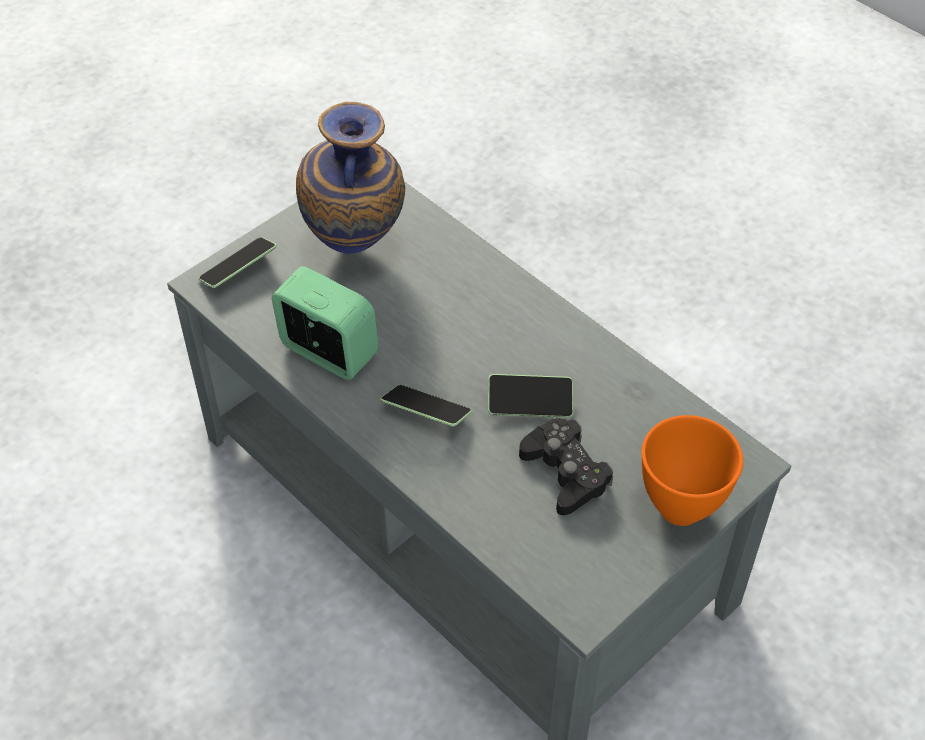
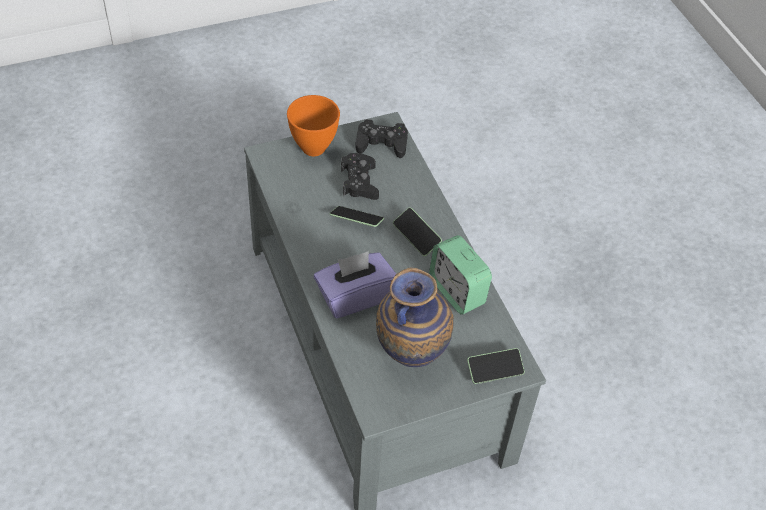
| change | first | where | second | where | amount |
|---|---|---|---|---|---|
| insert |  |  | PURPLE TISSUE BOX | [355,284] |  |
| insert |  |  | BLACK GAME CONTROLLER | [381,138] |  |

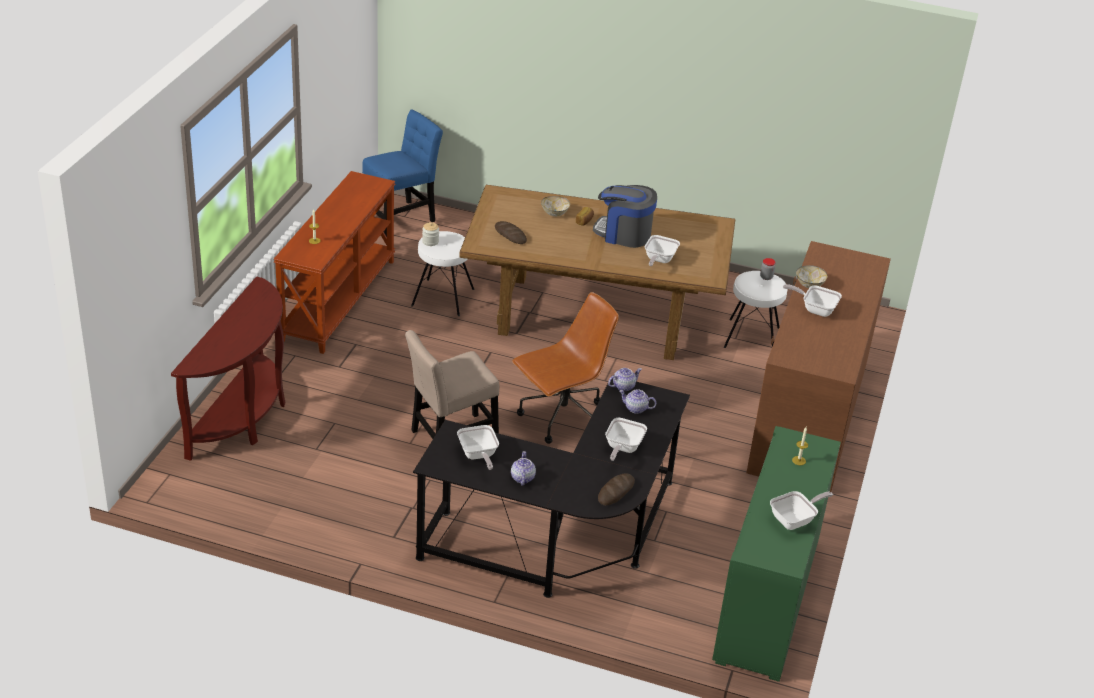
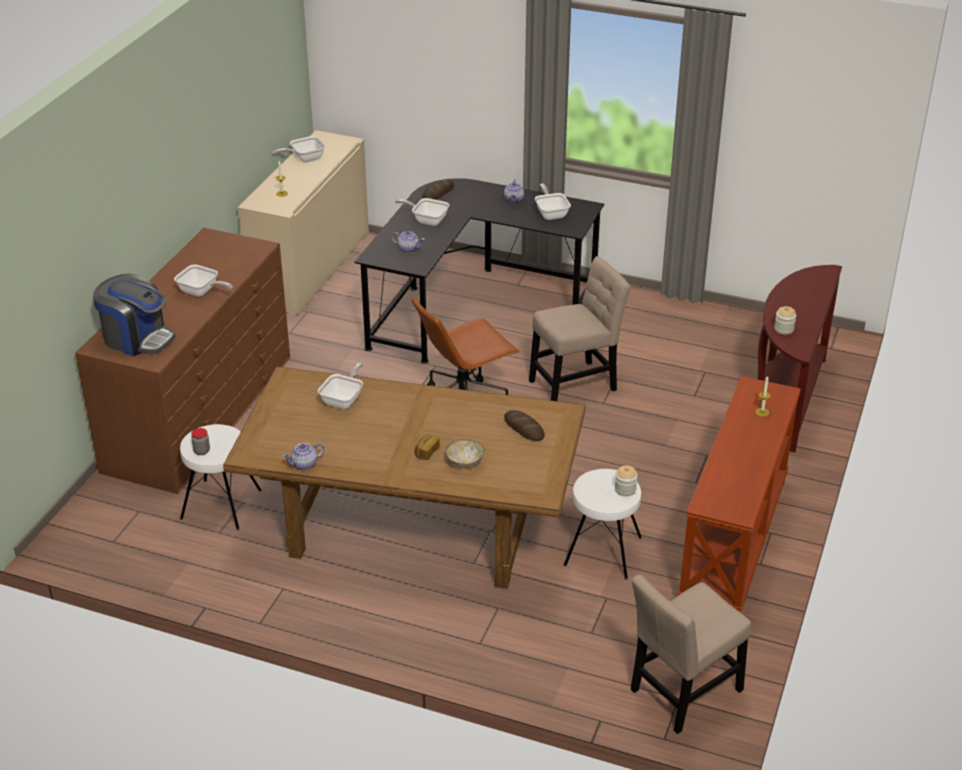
| change | first | where | second | where | amount |
|---|---|---|---|---|---|
| move | COFFEE MACHINE | [625,216] |  | [134,315] |  |
| recolor | GREEN CABINET | [776,554] | BEIGE CABINET | [303,223] |  |
| move | TEAPOT | [625,379] |  | [303,456] |  |
| rotate | FRYING PAN | [626,439] |  | [422,212] | 90 degrees counterclockwise |
| recolor | BLUE CHAIR | [402,173] | BEIGE CHAIR | [691,654] |  |
| insert |  |  | JAR | [785,320] |  |
| delete | BOWL | [812,276] |  |  |  |

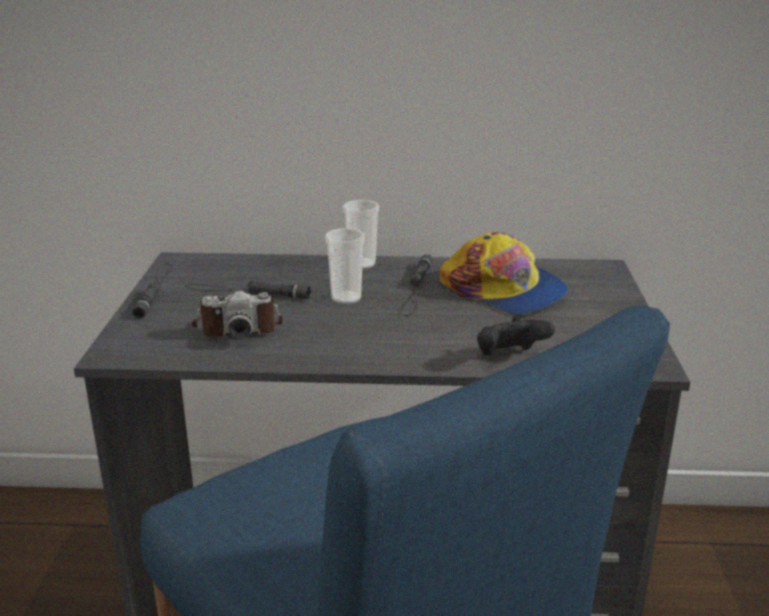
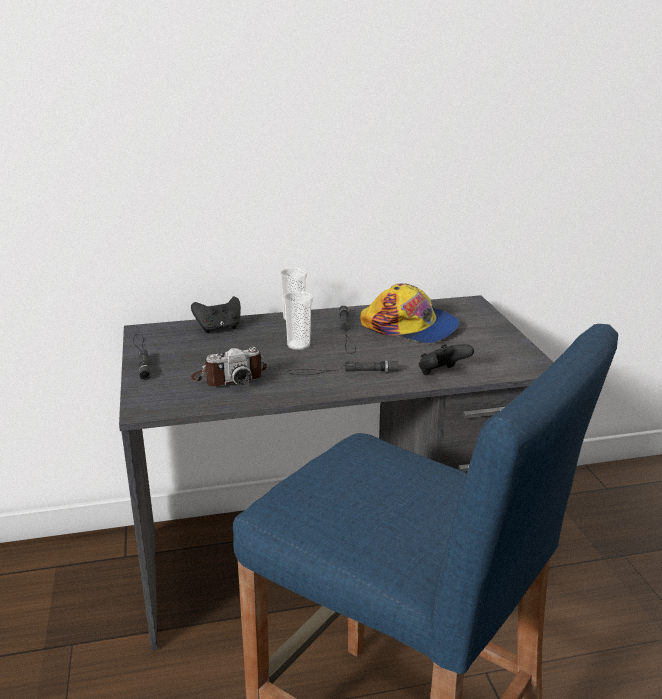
| change | first | where | second | where | amount |
|---|---|---|---|---|---|
| insert |  |  | BLACK GAME CONTROLLER | [216,314] |  |
| move | BLACK FLASHLIGHT | [248,290] |  | [342,368] |  |

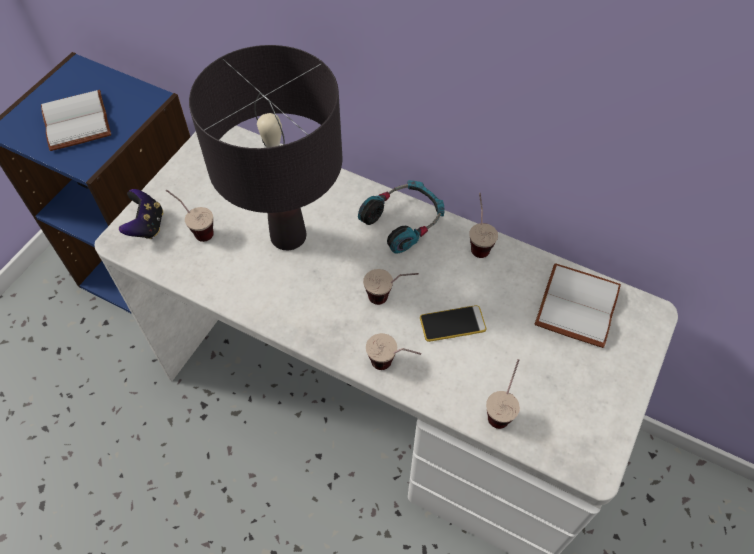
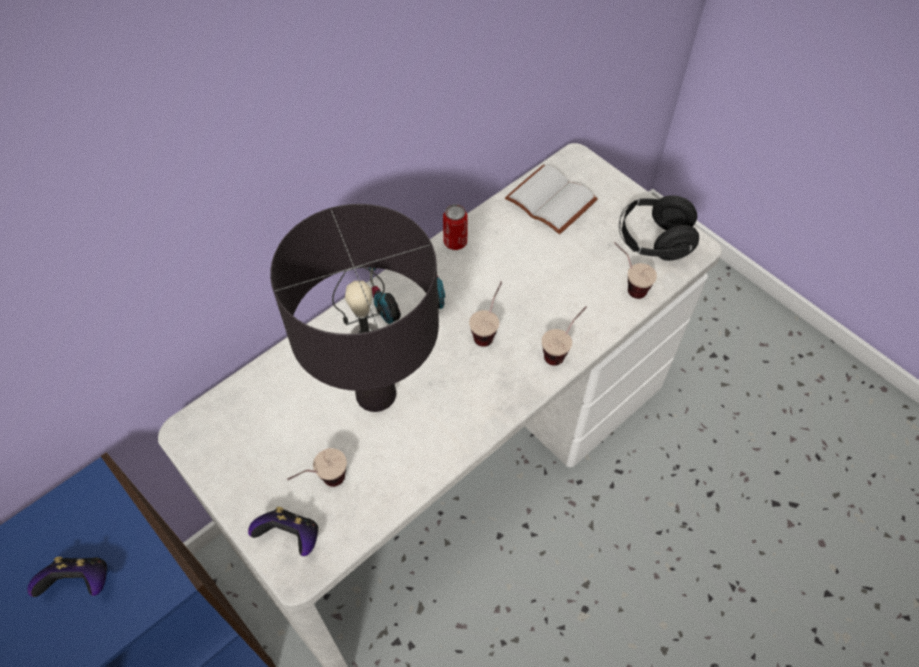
| change | first | where | second | where | amount |
|---|---|---|---|---|---|
| replace | WHITE BOOK | [76,120] | GAME CONTROLLER | [67,577] |  |
| replace | CUP | [483,225] | CAN | [455,227] |  |
| insert |  |  | BLACK HEADPHONES | [659,228] |  |
| delete | PHONE | [453,323] |  |  |  |

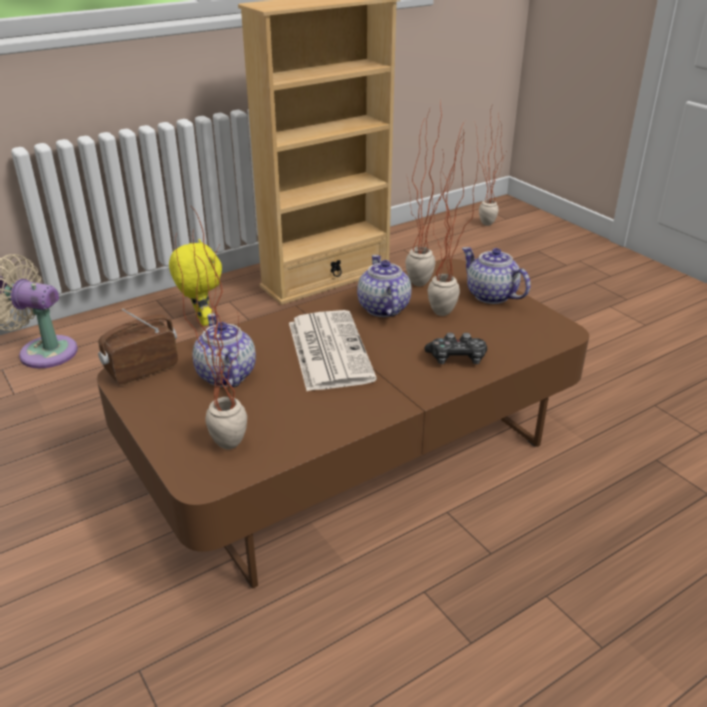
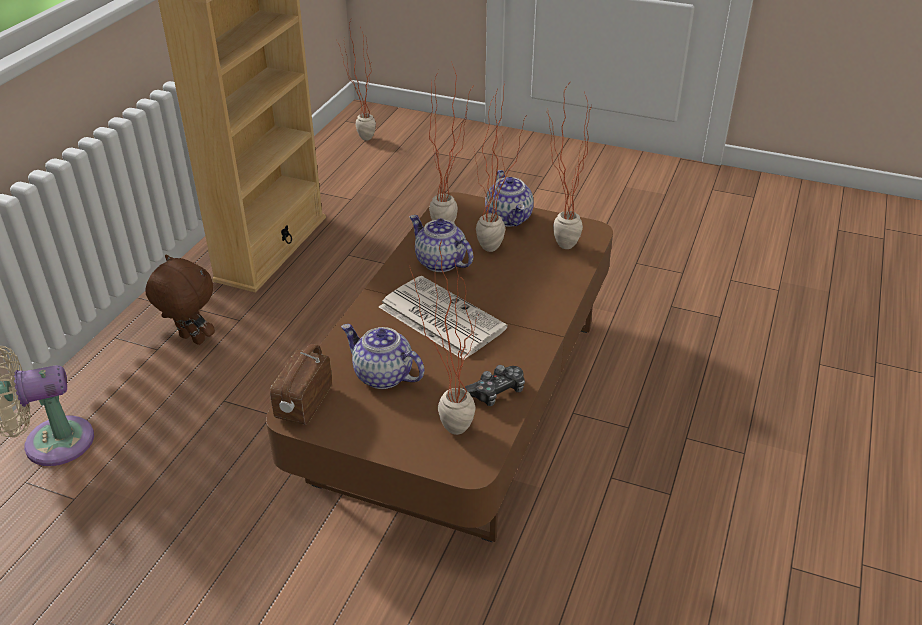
| change | first | where | second | where | amount |
|---|---|---|---|---|---|
| recolor | YELLOW PLUSH TOY | [195,282] | BROWN PLUSH TOY | [180,299] |  |
| move | GAME CONTROLLER | [455,348] |  | [493,385] |  |
| rotate | TEAPOT | [496,275] |  | [509,198] | 120 degrees counterclockwise |
| insert |  |  | POTTED PLANT | [569,167] |  |

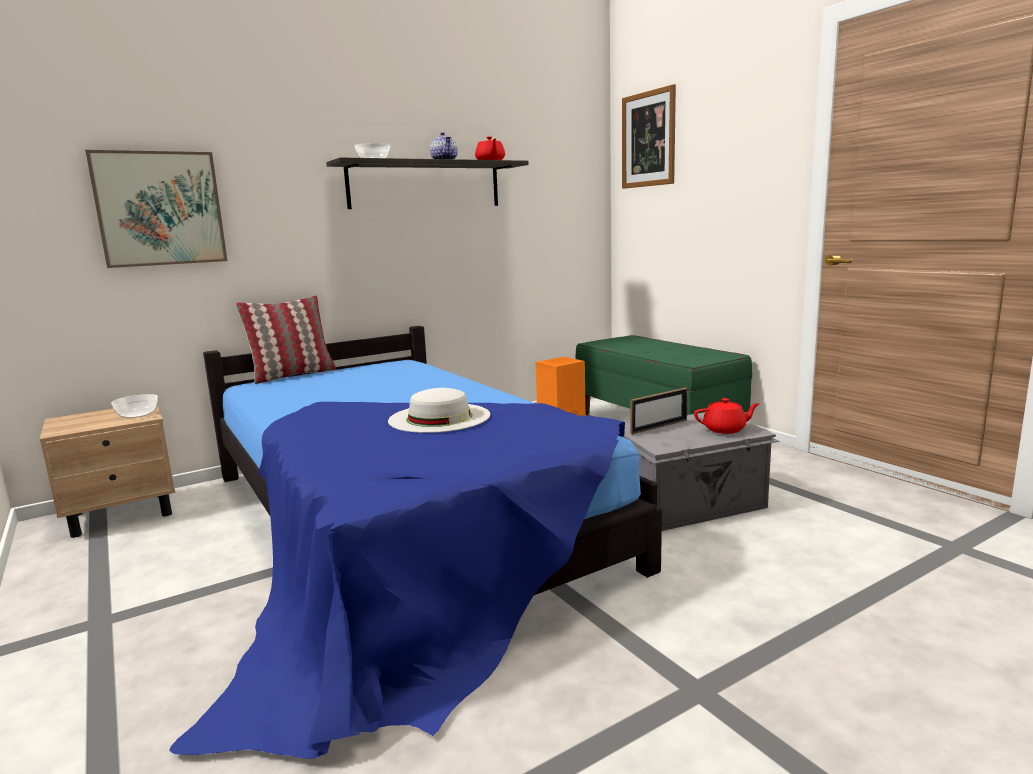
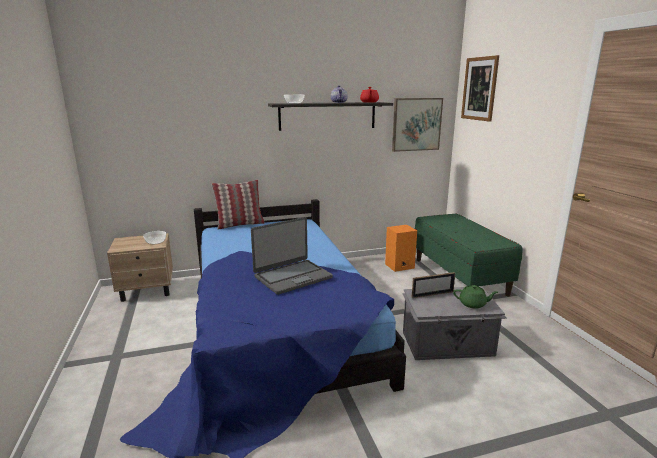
| change | first | where | second | where | amount |
|---|---|---|---|---|---|
| replace | WHITE HAT | [439,410] | LAPTOP | [292,256] |  |
| move | PICTURE | [156,209] |  | [417,125] |  |
| recolor | RED TEAPOT | [727,416] | GREEN TEAPOT | [475,297] |  |

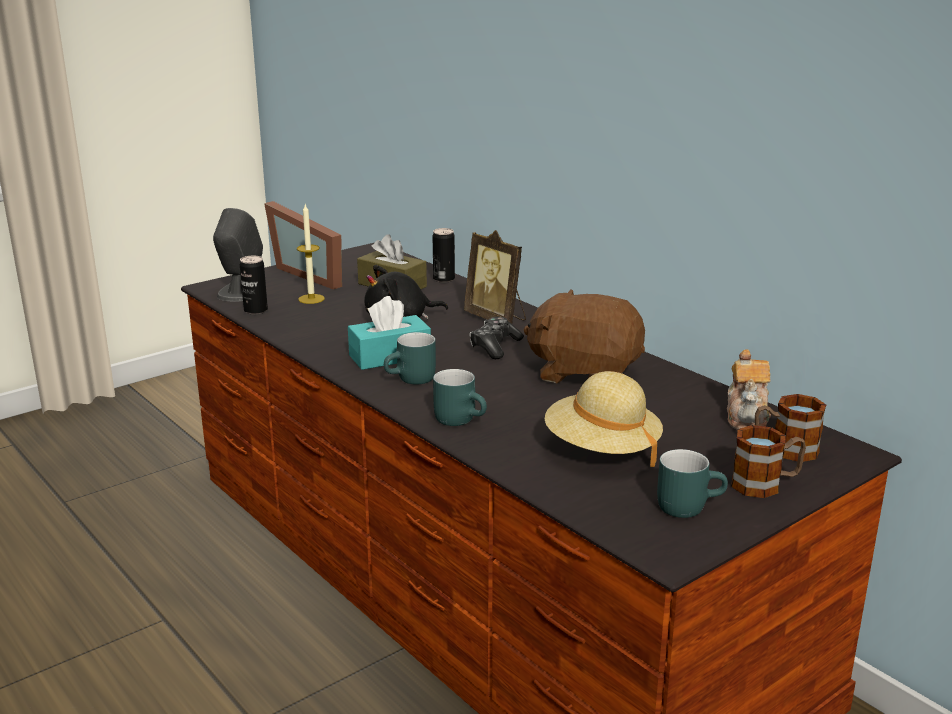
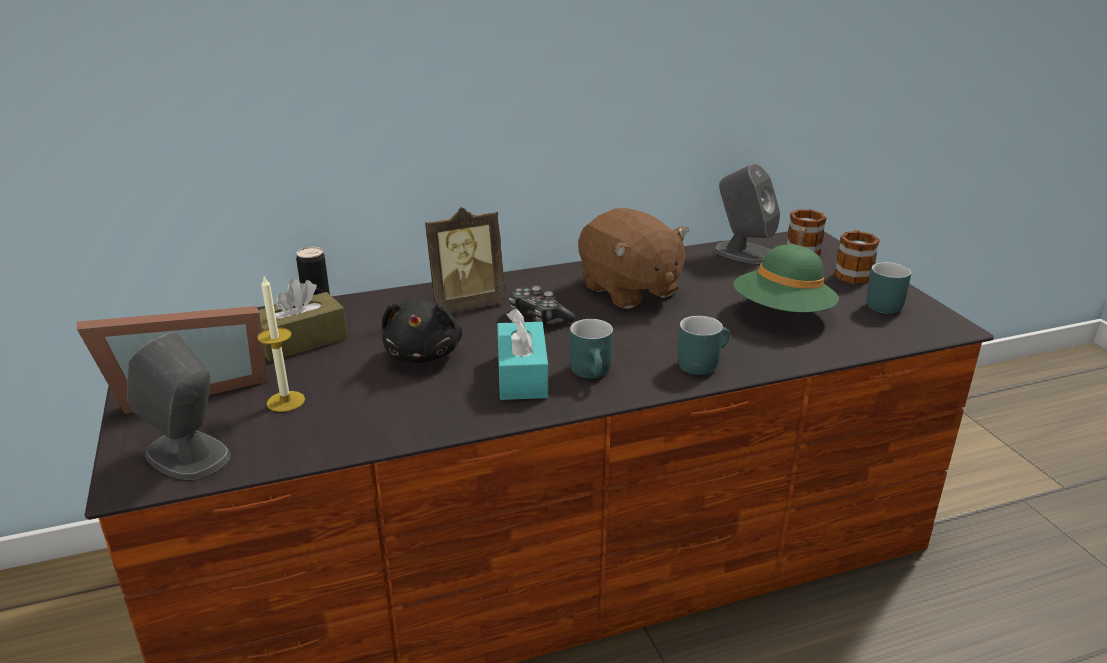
| change | first | where | second | where | amount |
|---|---|---|---|---|---|
| rotate | BROWN PLUSH TOY | [584,336] |  | [633,258] | 75 degrees counterclockwise |
| replace | TEAPOT | [749,389] | GREY SPEAKER | [747,214] |  |
| recolor | BEIGE HAT | [604,419] | GREEN HAT | [786,278] |  |
| delete | CAN | [254,285] |  |  |  |

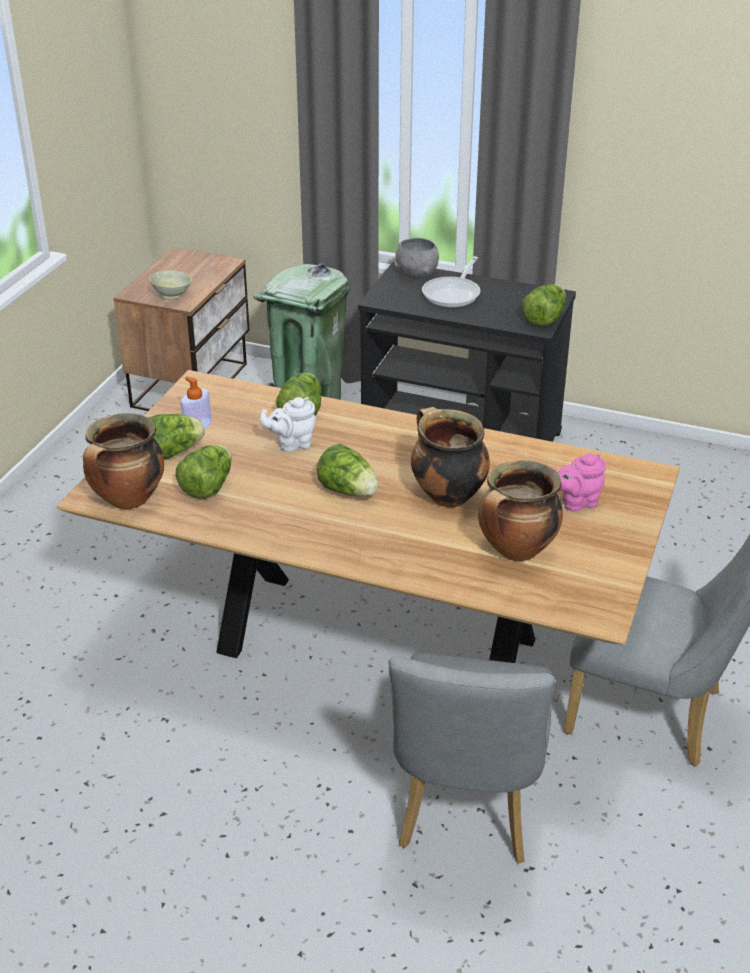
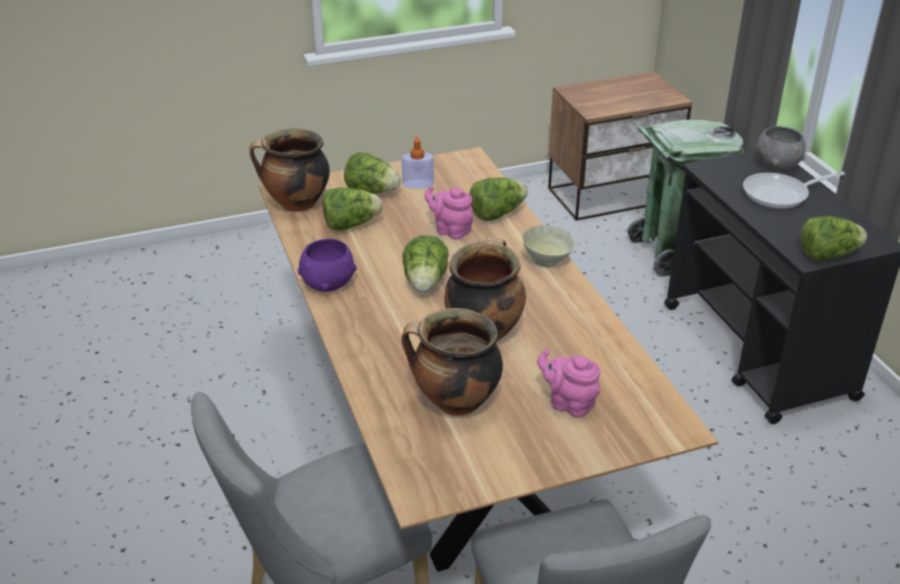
| change | first | where | second | where | amount |
|---|---|---|---|---|---|
| insert |  |  | PURPLE BOWL | [327,265] |  |
| recolor | WHITE TEAPOT | [288,424] | PINK TEAPOT | [449,213] |  |
| move | BEIGE BOWL | [170,285] |  | [548,246] |  |

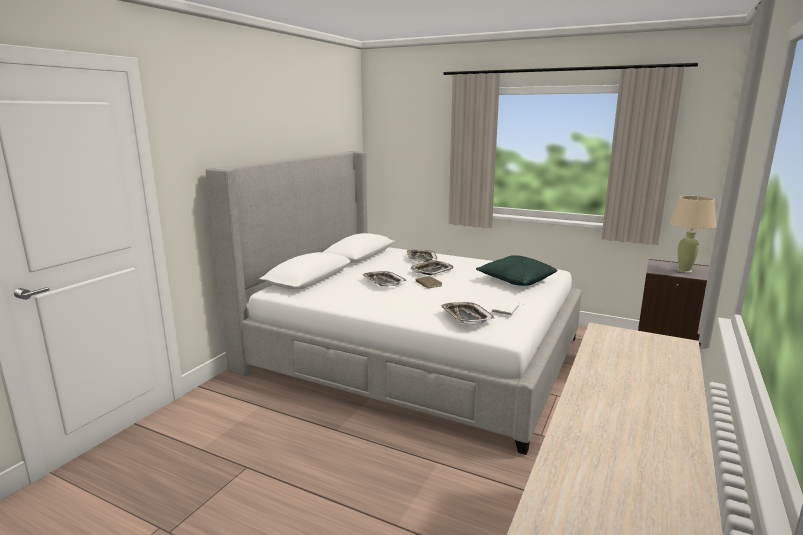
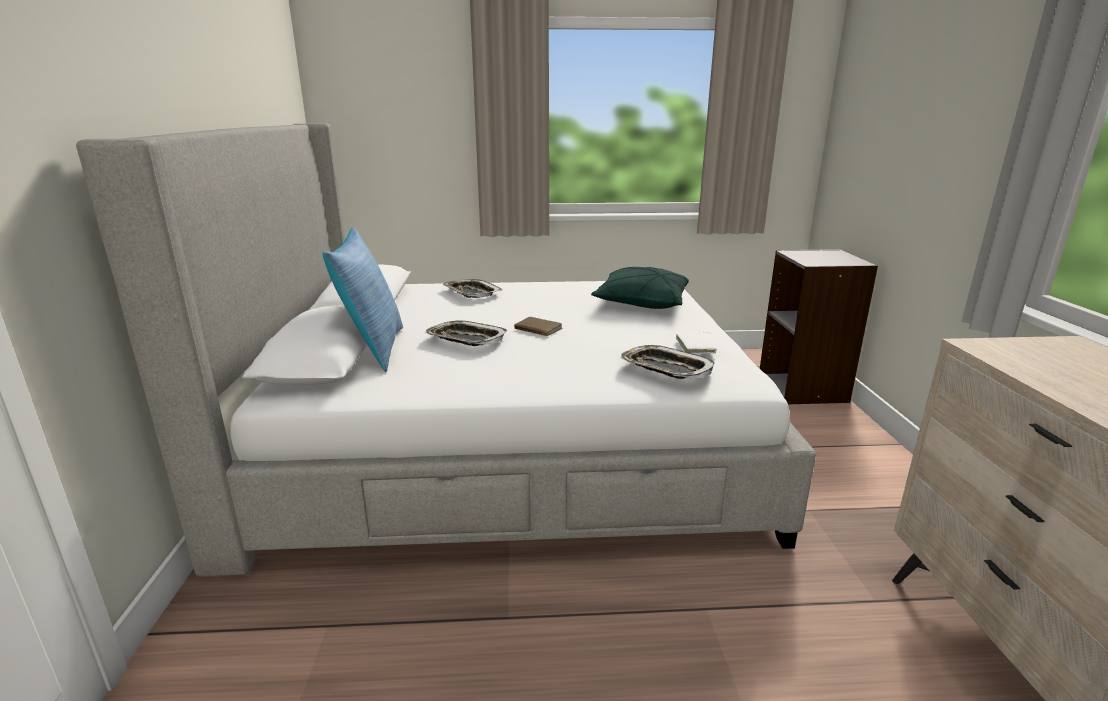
| change | first | where | second | where | amount |
|---|---|---|---|---|---|
| insert |  |  | PILLOW | [362,299] |  |
| delete | TRAY | [432,267] |  |  |  |
| delete | BEIGE TABLE LAMP | [692,234] |  |  |  |

